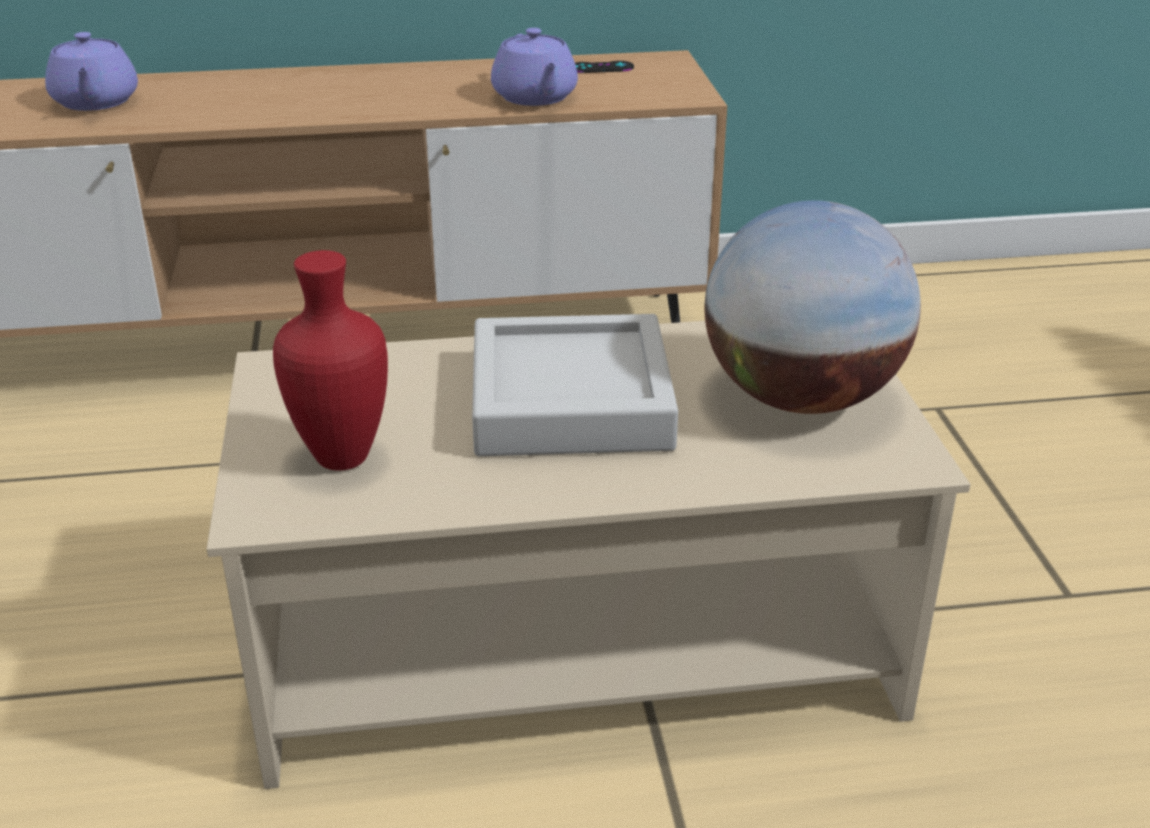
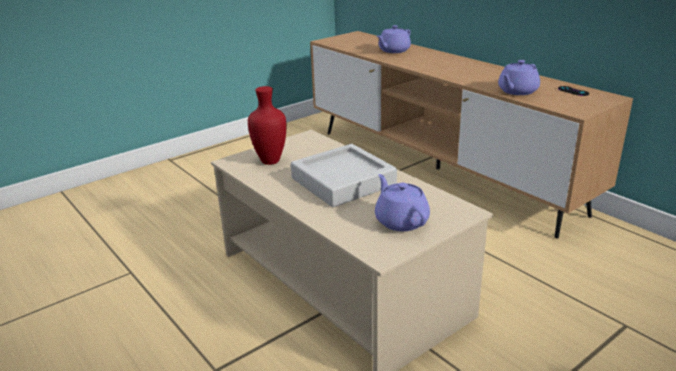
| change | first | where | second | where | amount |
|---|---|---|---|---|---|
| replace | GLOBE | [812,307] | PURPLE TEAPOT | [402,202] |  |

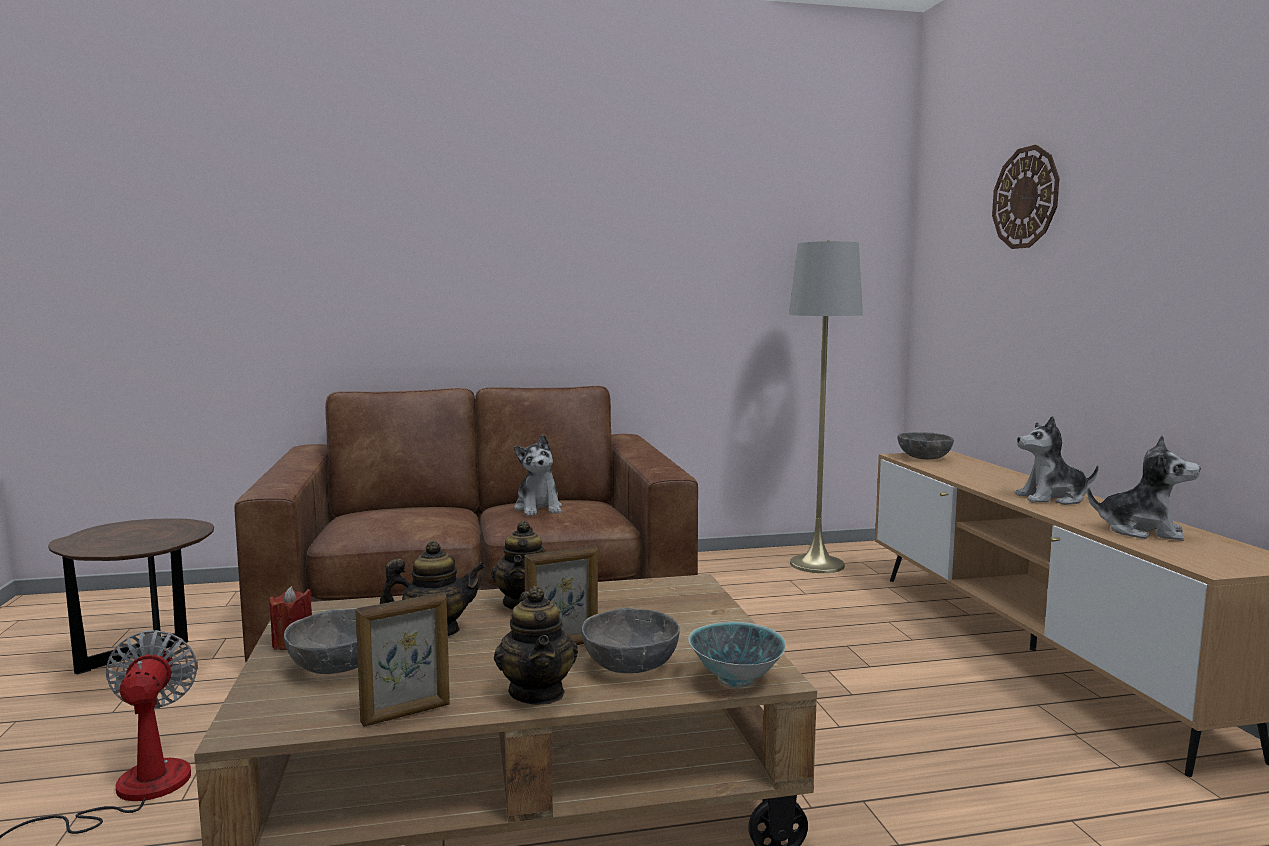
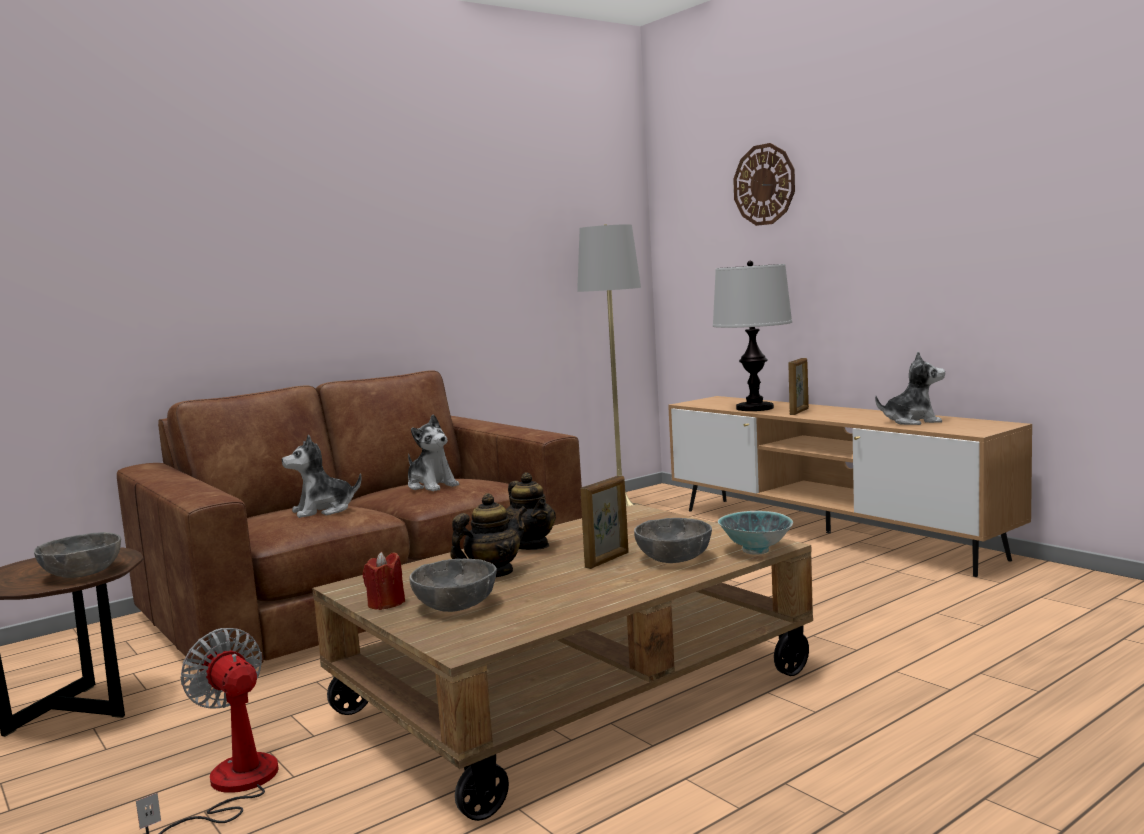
| change | first | where | second | where | amount |
|---|---|---|---|---|---|
| move | GREY BOWL | [925,446] |  | [77,555] |  |
| move | PLUSH TOY | [1057,460] |  | [322,476] |  |
| insert |  |  | TABLE LAMP | [752,336] |  |
| move | PICTURE FRAME | [402,659] |  | [798,386] |  |
| delete | TEAPOT | [536,645] |  |  |  |

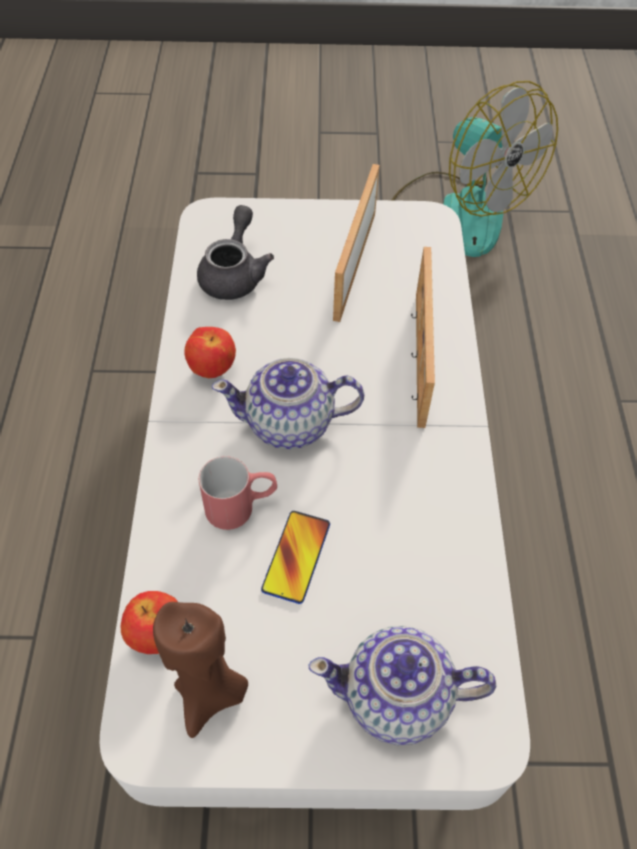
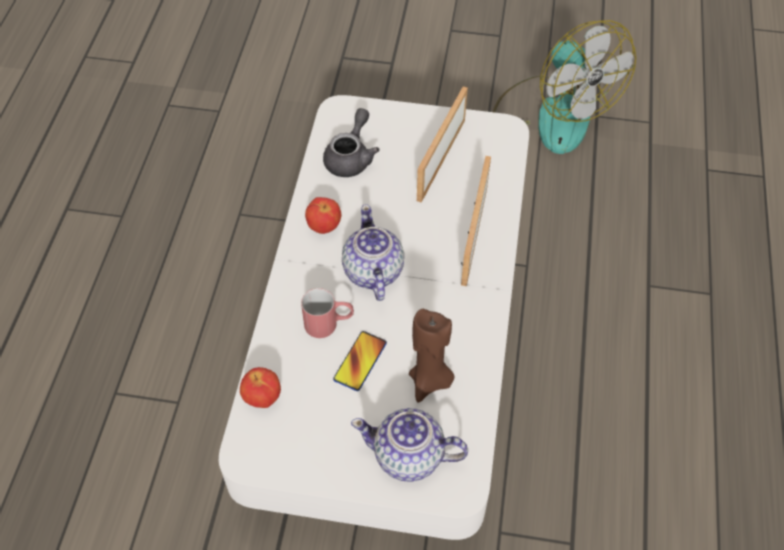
| change | first | where | second | where | amount |
|---|---|---|---|---|---|
| rotate | TEAPOT | [288,403] |  | [373,252] | 75 degrees clockwise |
| move | BROWN CANDLE | [200,670] |  | [431,356] |  |

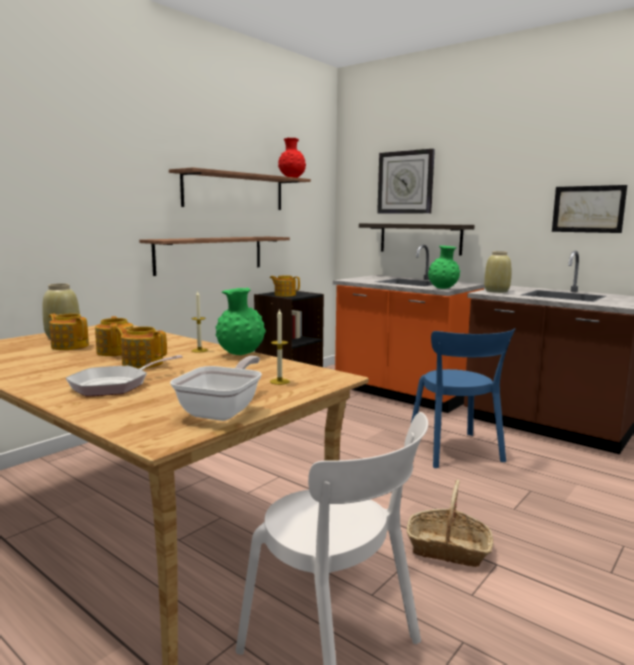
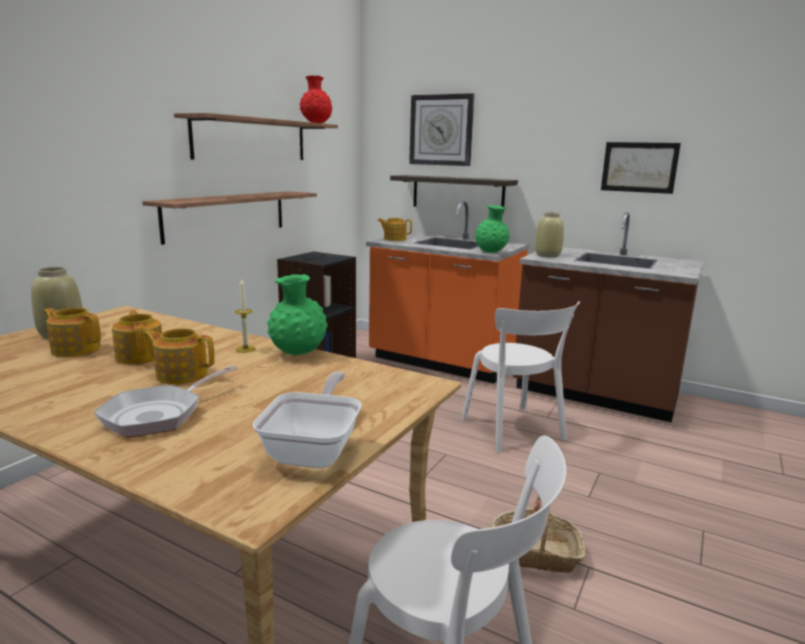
| change | first | where | second | where | amount |
|---|---|---|---|---|---|
| move | TEAPOT | [285,286] |  | [395,229] |  |
| recolor | BLUE CHAIR | [463,398] | WHITE CHAIR | [520,377] |  |
| delete | CANDLE | [280,346] |  |  |  |

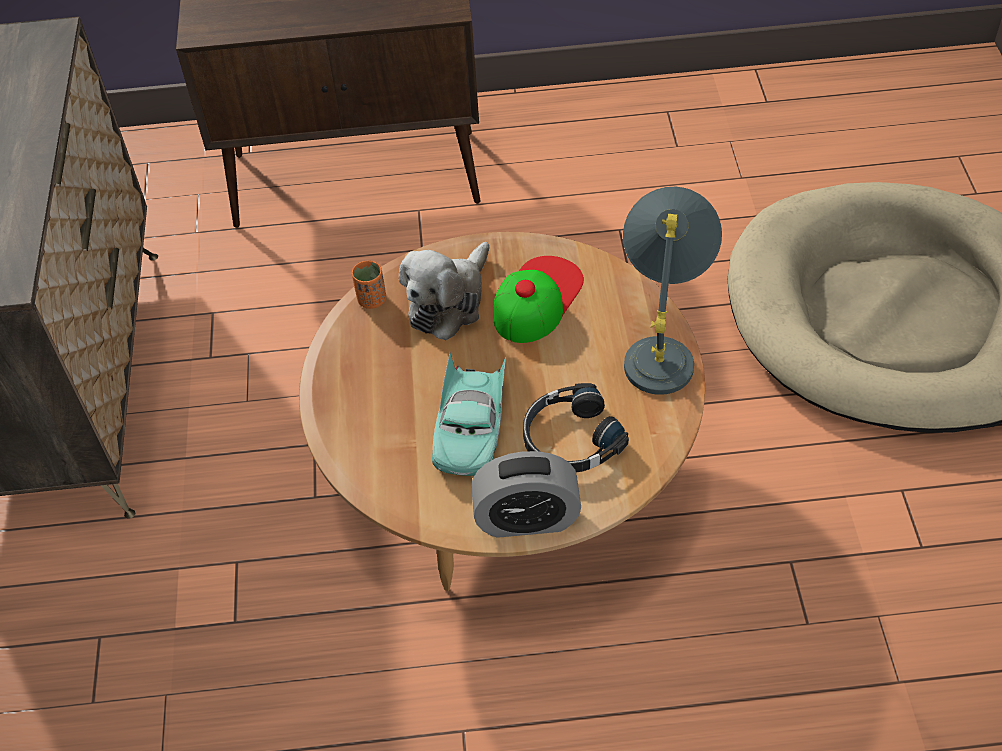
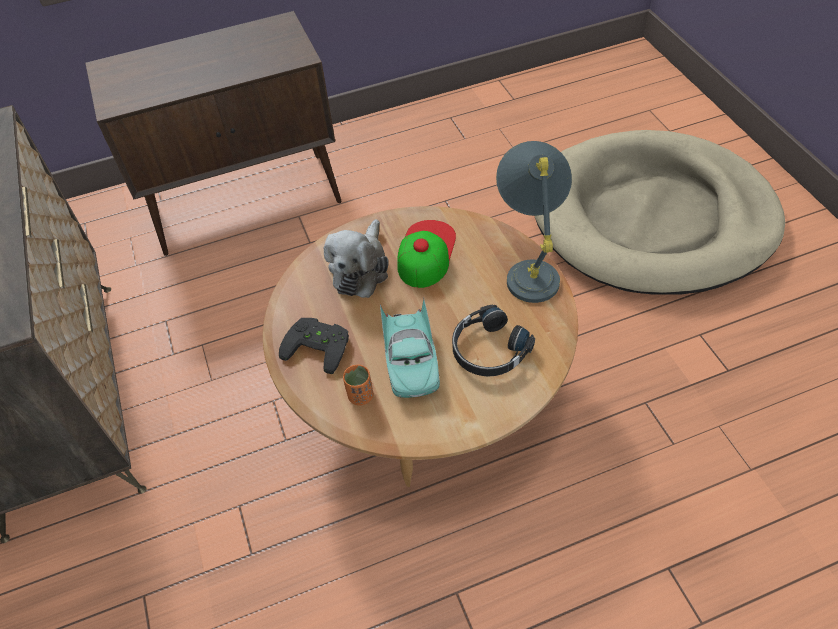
| change | first | where | second | where | amount |
|---|---|---|---|---|---|
| insert |  |  | BLACK GAME CONTROLLER | [314,346] |  |
| move | ORANGE CUP | [369,284] |  | [358,385] |  |
| delete | ALARM CLOCK | [526,494] |  |  |  |

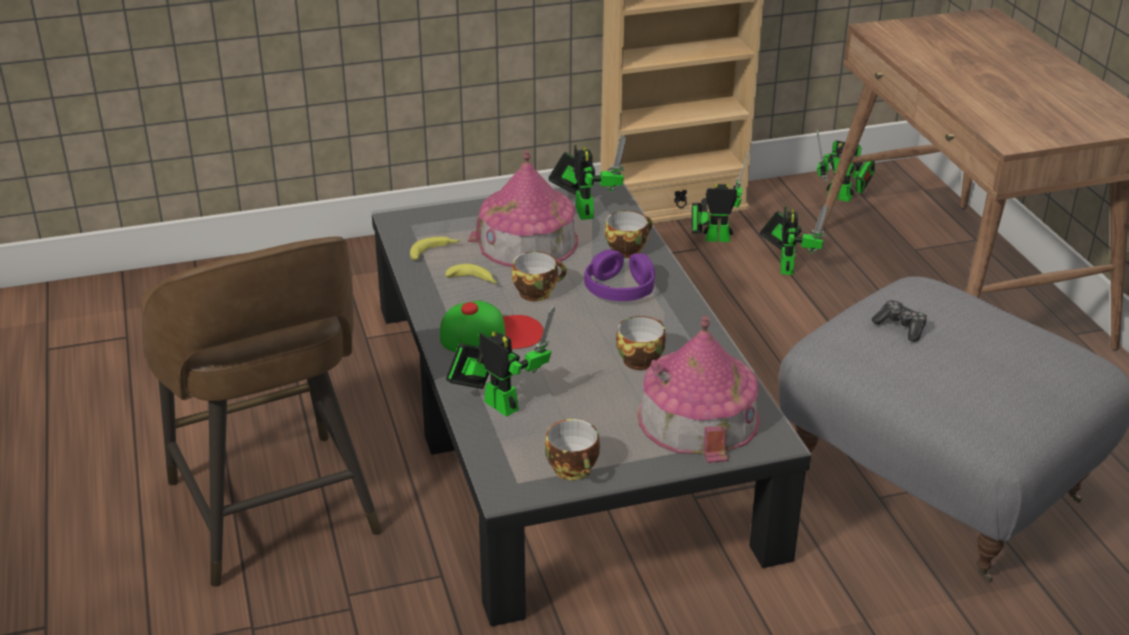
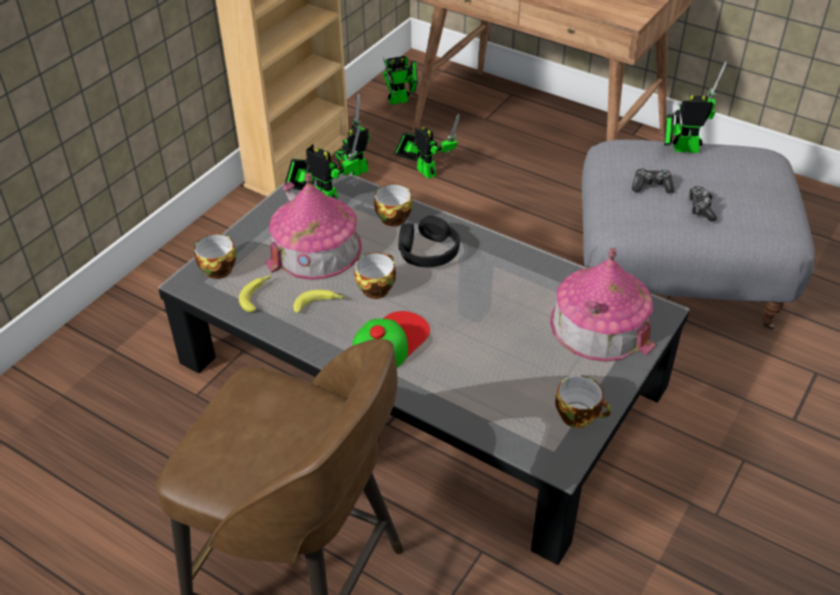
| change | first | where | second | where | amount |
|---|---|---|---|---|---|
| move | CUP | [641,343] |  | [215,256] |  |
| recolor | PURPLE HEADPHONES | [619,275] | BLACK HEADPHONES | [429,241] |  |
| move | TOY ROBOT | [500,361] |  | [695,107] |  |
| insert |  |  | GAME CONTROLLER | [702,204] |  |

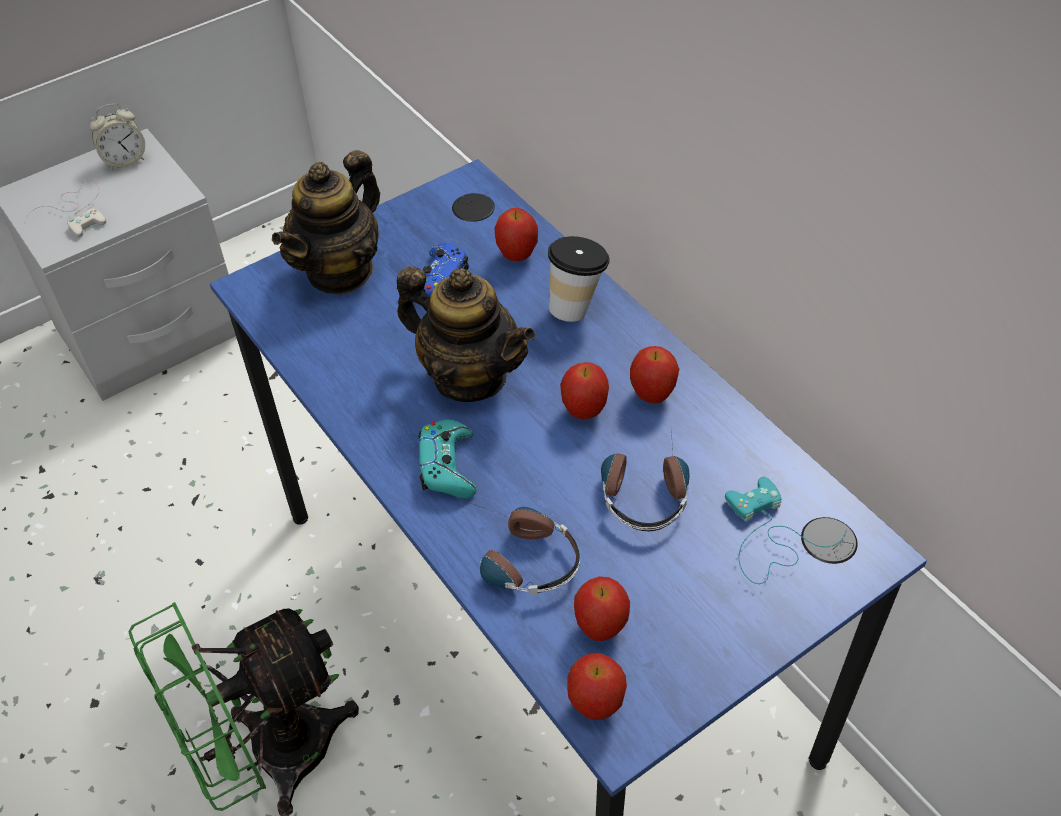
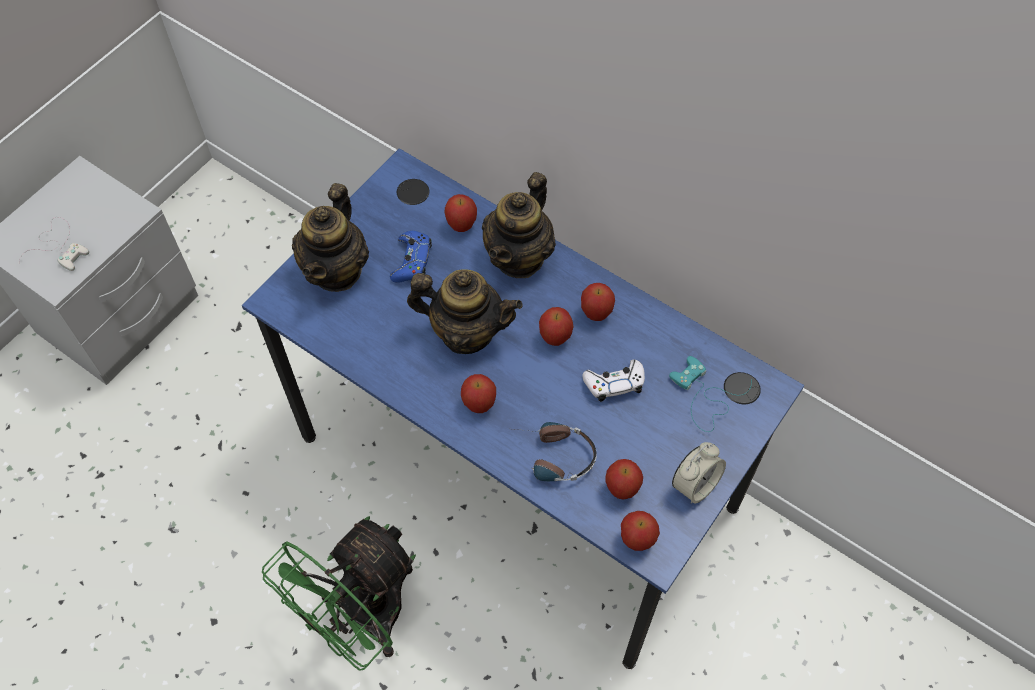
| change | first | where | second | where | amount |
|---|---|---|---|---|---|
| replace | TURQUOISE GAME CONTROLLER | [448,458] | APPLE | [478,393] |  |
| replace | CUP | [579,279] | TEAPOT | [519,225] |  |
| replace | HEADPHONES | [645,480] | WHITE GAME CONTROLLER | [614,381] |  |
| move | ALARM CLOCK | [117,137] |  | [699,472] |  |

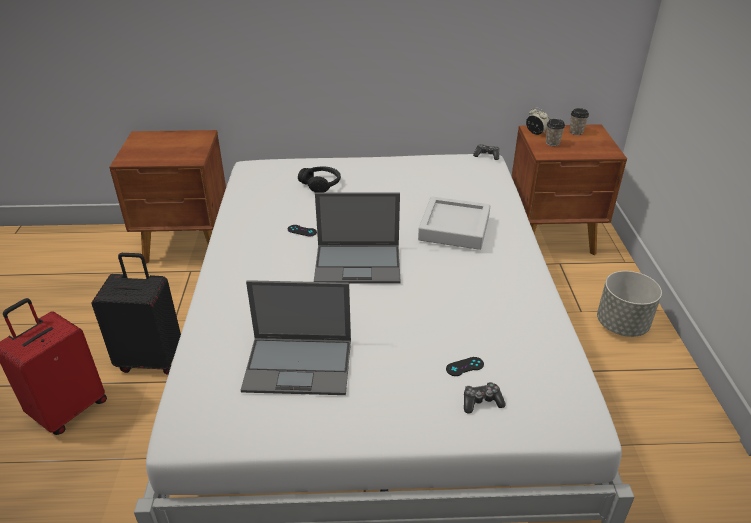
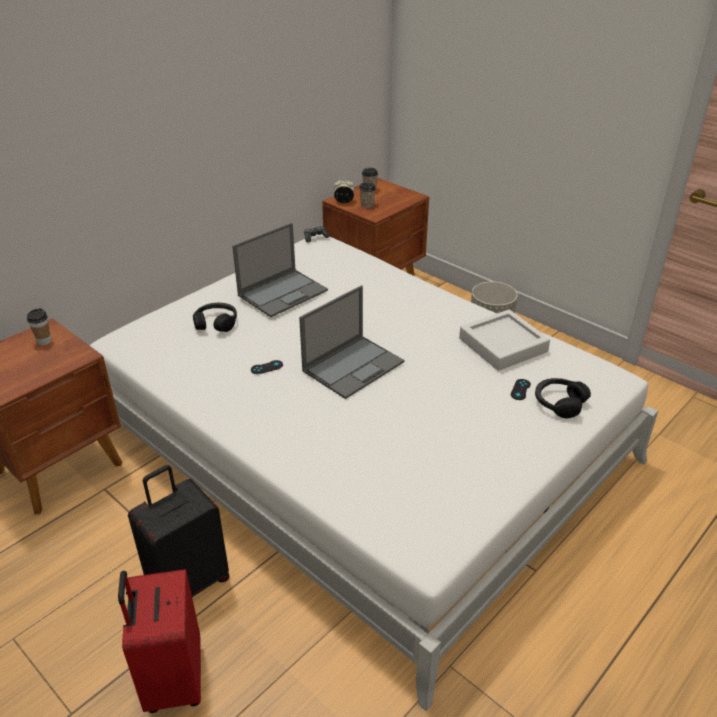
| change | first | where | second | where | amount |
|---|---|---|---|---|---|
| insert |  |  | CUP | [39,327] |  |
| move | LAPTOP | [296,337] |  | [280,270] |  |
| move | GREY TRAY | [454,223] |  | [504,340] |  |
| replace | GAME CONTROLLER | [485,397] | BLACK HEADPHONES | [563,398] |  |

